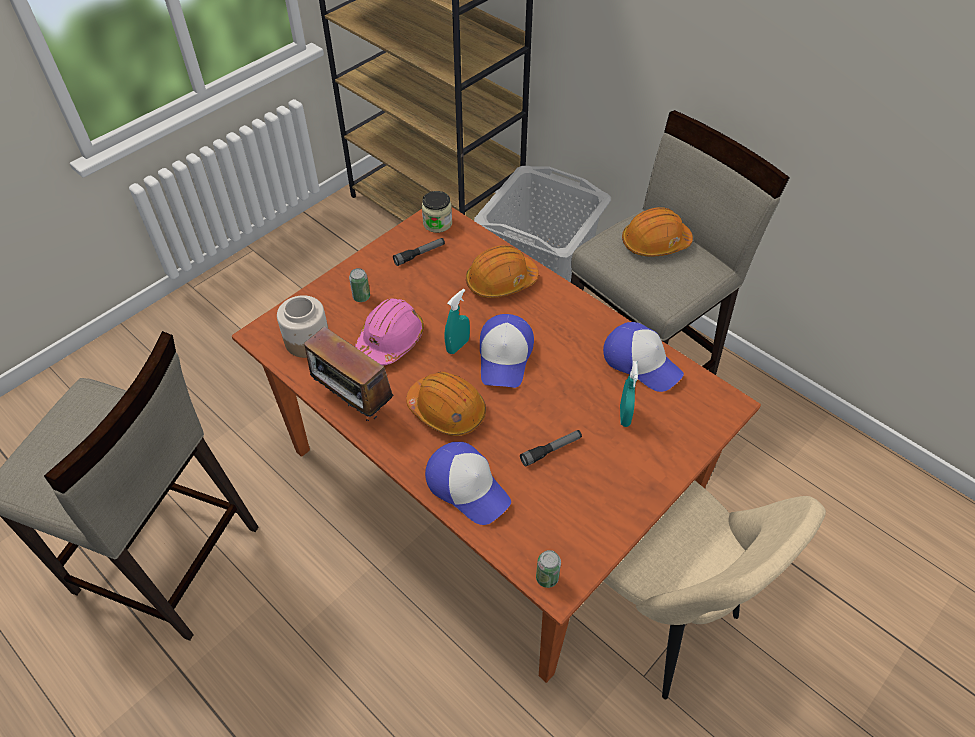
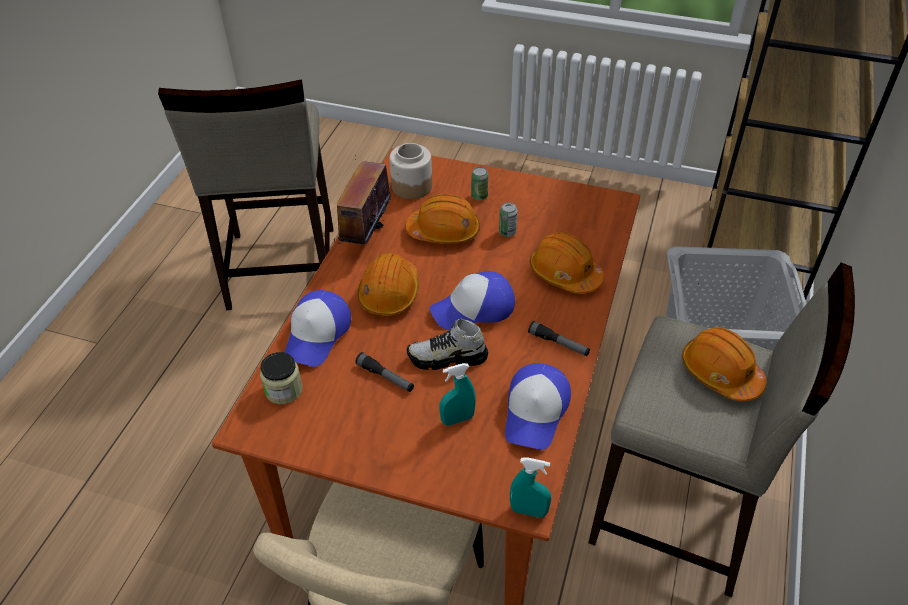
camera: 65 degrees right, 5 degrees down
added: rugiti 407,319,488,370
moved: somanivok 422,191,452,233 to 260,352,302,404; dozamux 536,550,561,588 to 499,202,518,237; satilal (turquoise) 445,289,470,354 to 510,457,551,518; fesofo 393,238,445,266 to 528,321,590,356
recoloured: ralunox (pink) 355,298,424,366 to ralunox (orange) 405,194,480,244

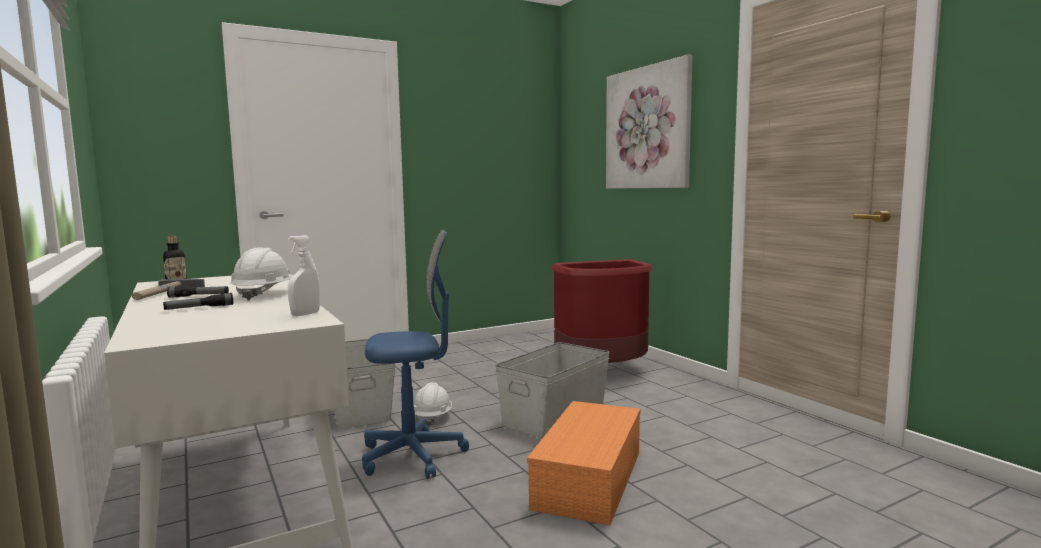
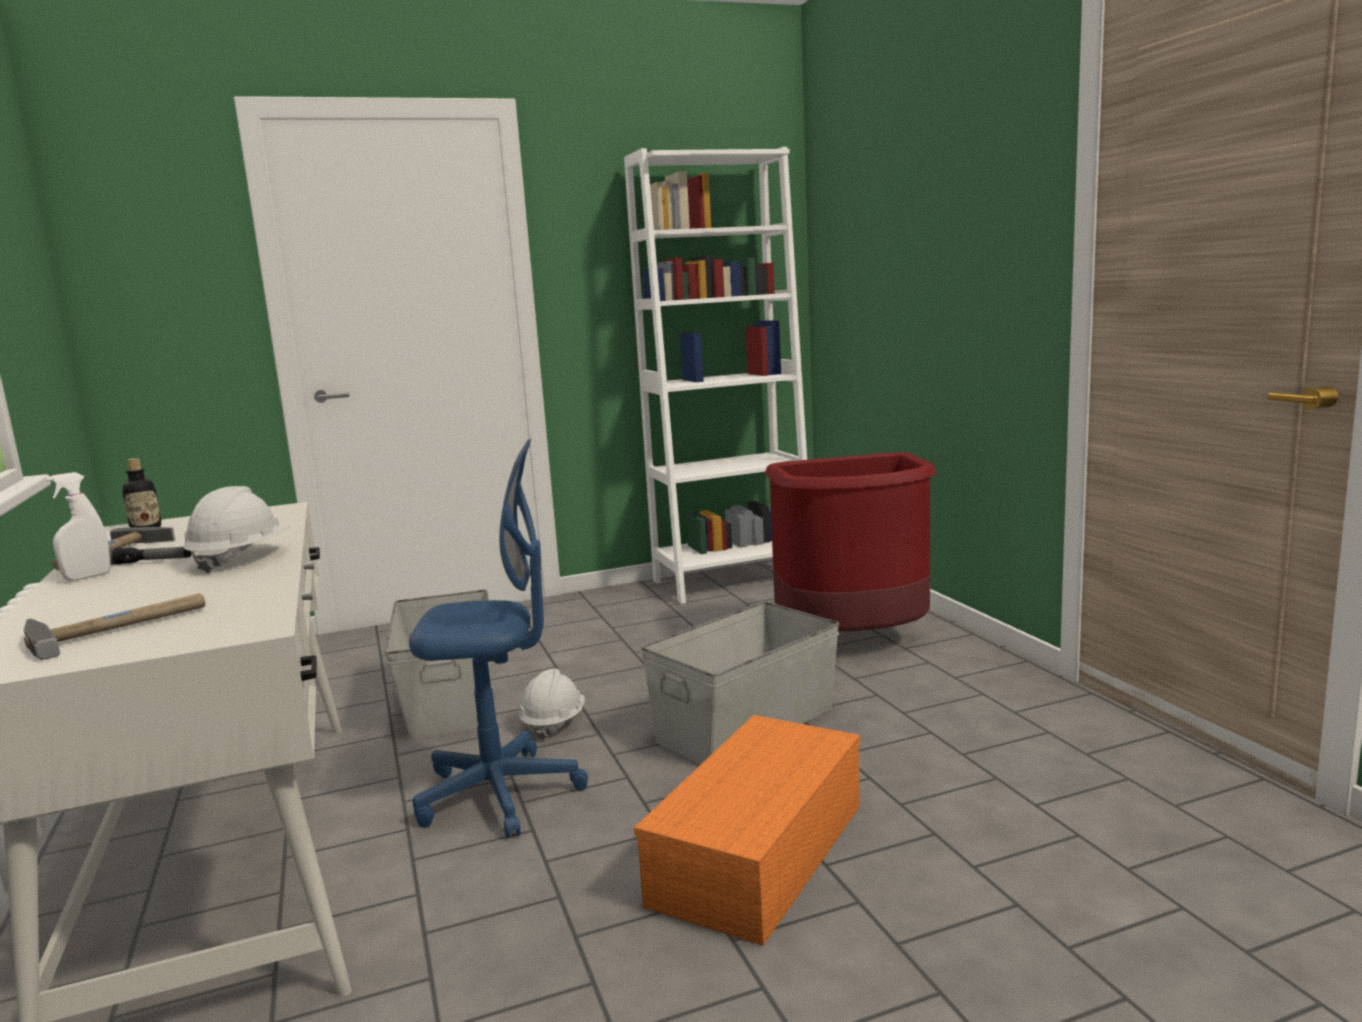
camera: 10 degrees right, 5 degrees up
removed: fesofo 163,293,233,310; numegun 606,55,693,189
added: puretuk 24,593,205,660; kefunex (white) 624,147,807,604
moved: satilal (white) 288,235,320,316 to 46,472,110,581

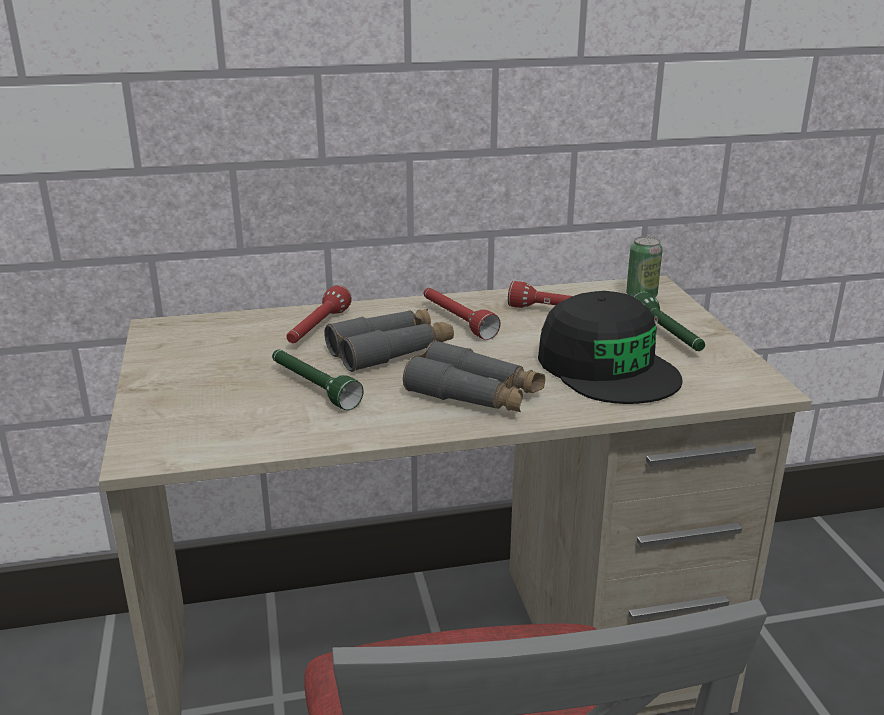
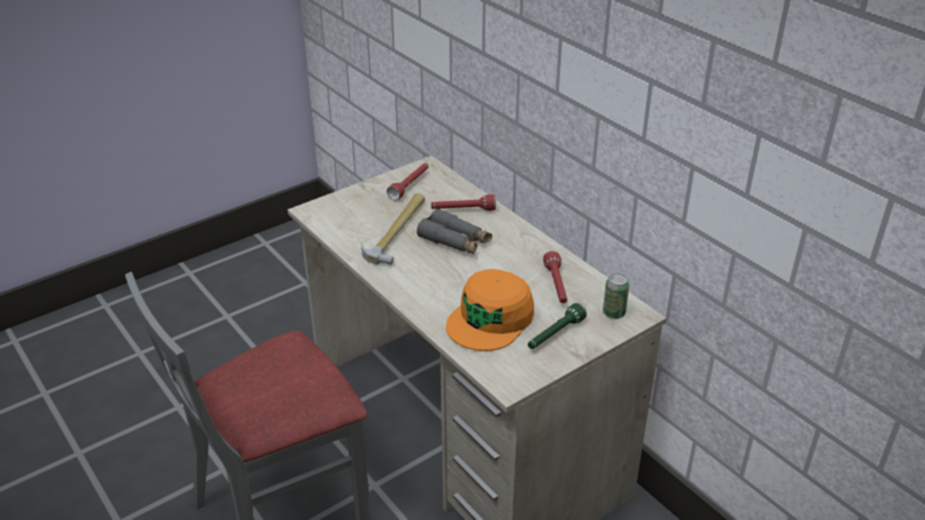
camera: 65 degrees right, 10 degrees up
removed: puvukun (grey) 403,340,545,412
moved: fesofo (red) 424,288,501,340 to 387,163,428,200
replaced: fesofo (green) 272,350,364,410 to puretuk 361,193,425,265
recoloured: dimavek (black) 538,291,683,404 to dimavek (orange) 446,269,534,351

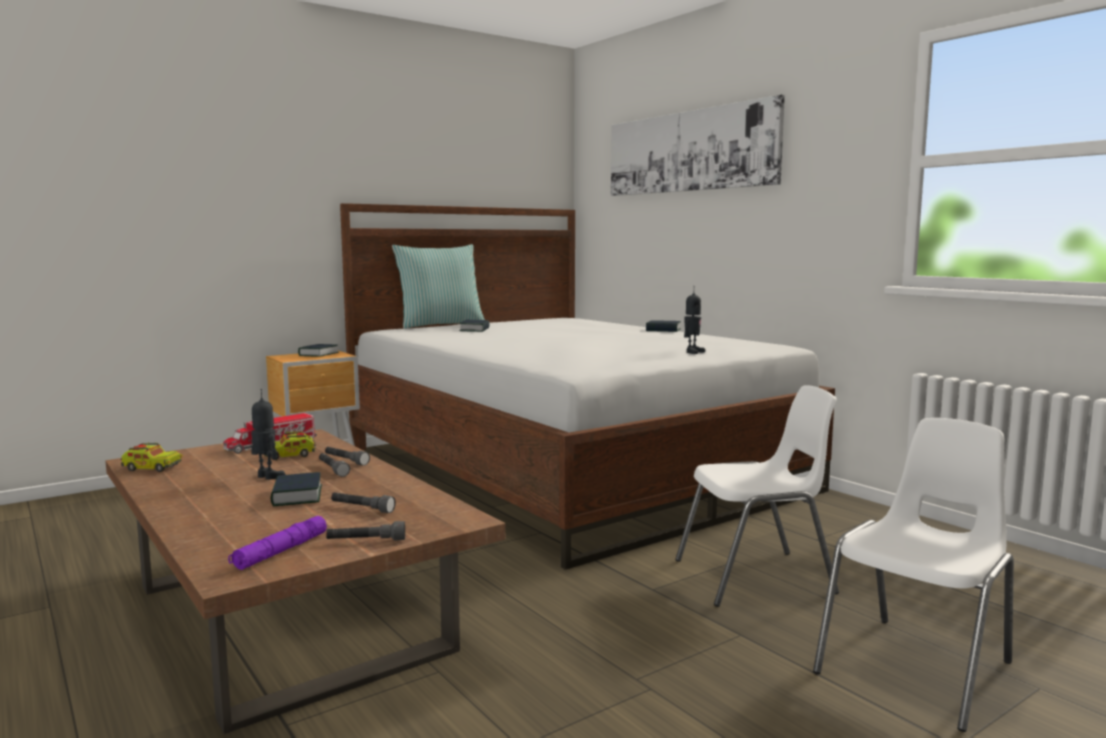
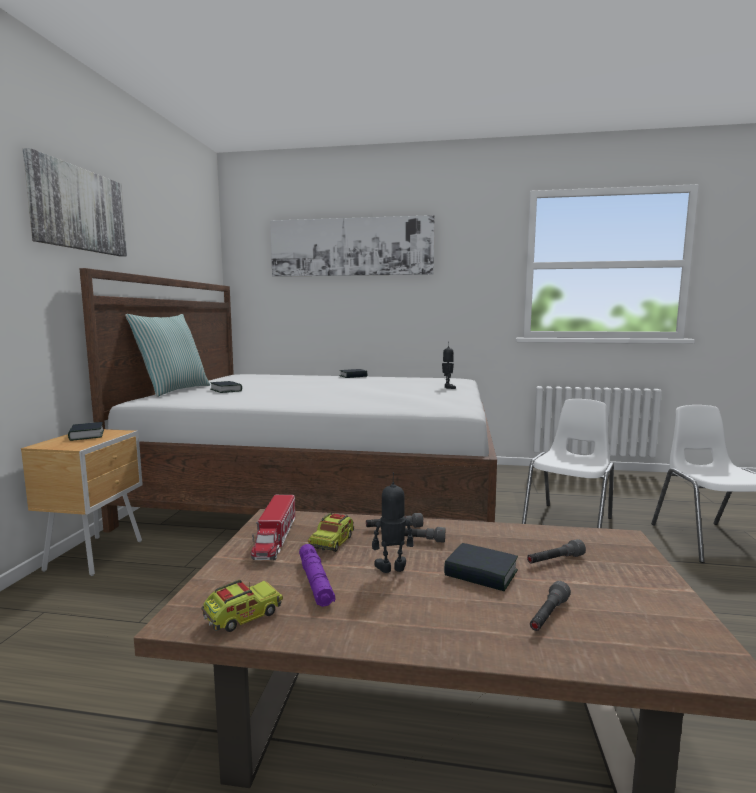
camera: 45 degrees left, 0 degrees up
added: numegun 23,148,127,257
moved: fesofo (purple) 228,516,327,570 to 299,544,335,607; fesofo (grey) 326,521,405,541 to 530,581,571,631

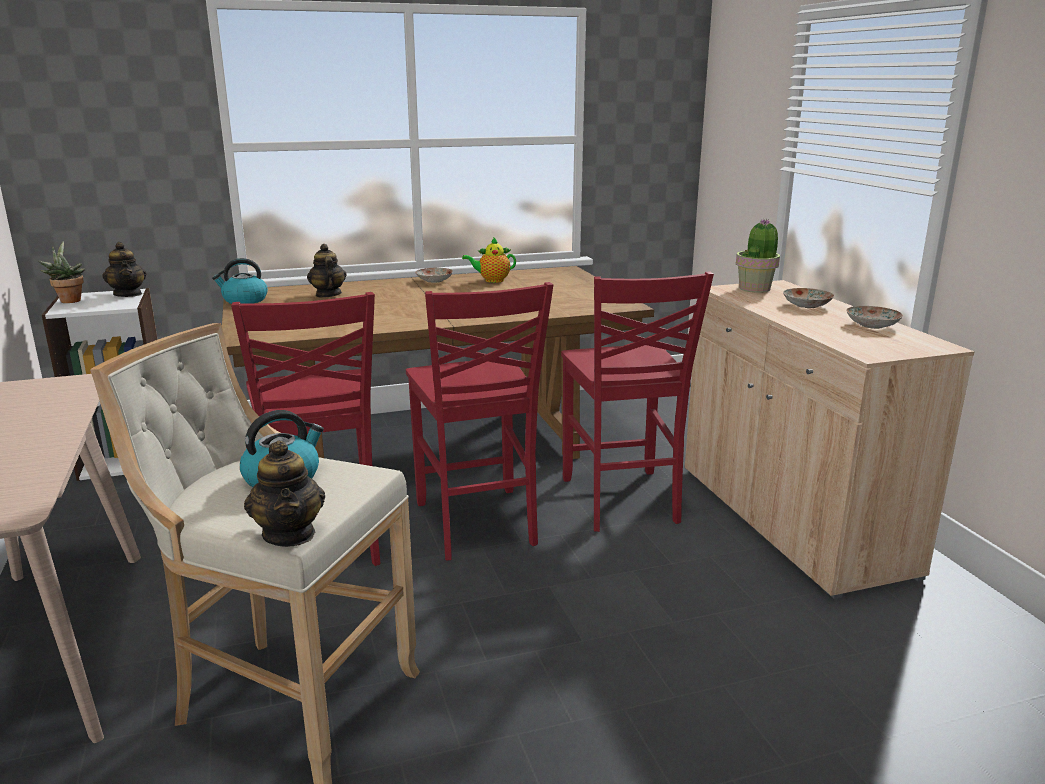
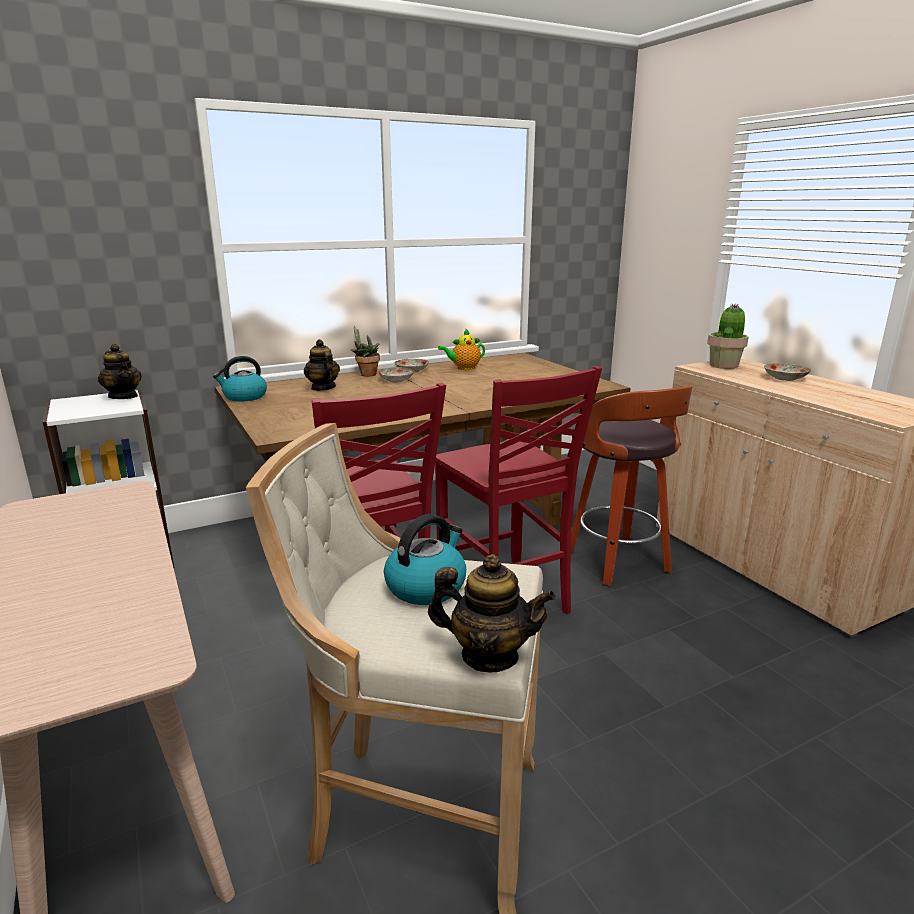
camera: 10 degrees left, 0 degrees up
moved: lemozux 38,241,85,303 to 350,326,380,377; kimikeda 846,306,903,329 to 378,367,414,382
replaced: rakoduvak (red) 561,272,714,532 to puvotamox 571,385,692,586
turned: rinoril 244,441,325,547 = 428,554,556,672 45 degrees counterclockwise

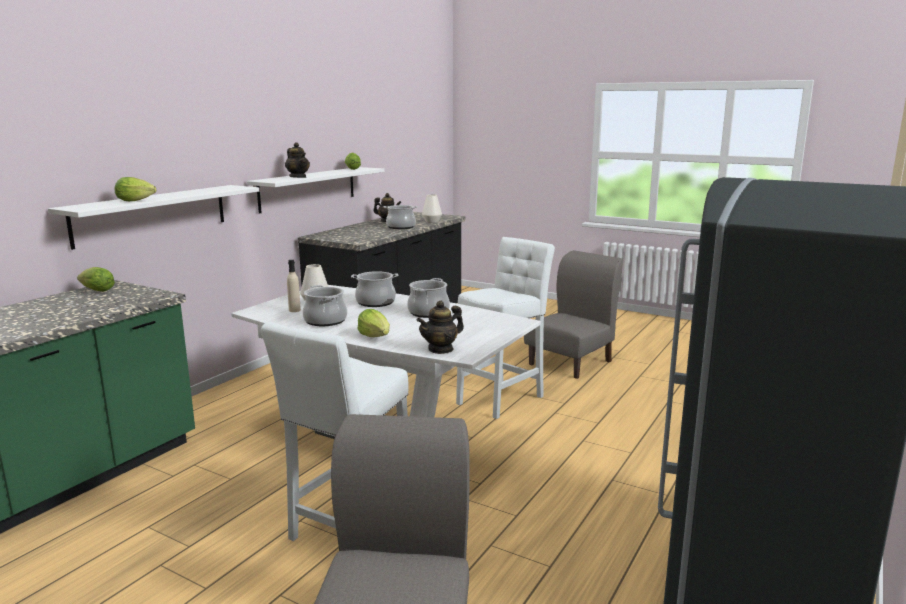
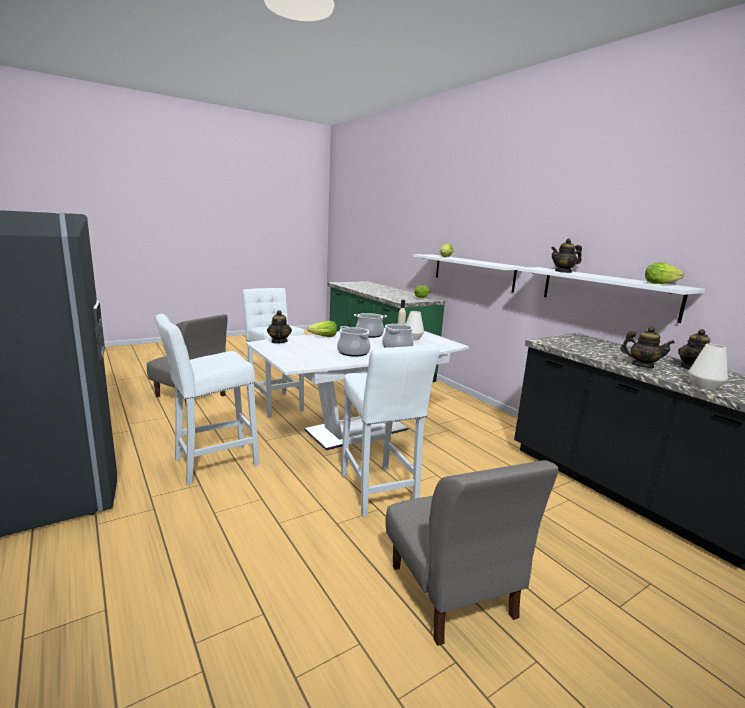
camera: 115 degrees right, 0 degrees up
added: puvotamox (white) 156,314,259,485
replaced: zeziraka 384,205,418,229 to rinoril 620,326,675,368

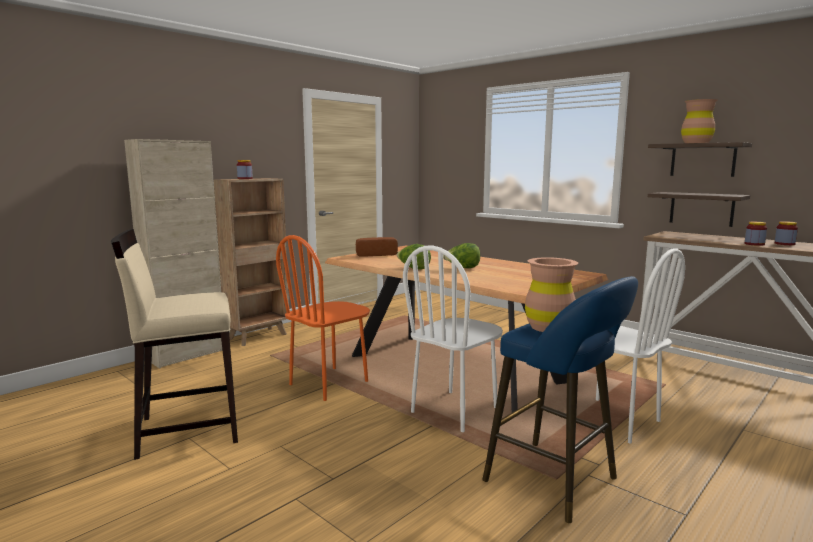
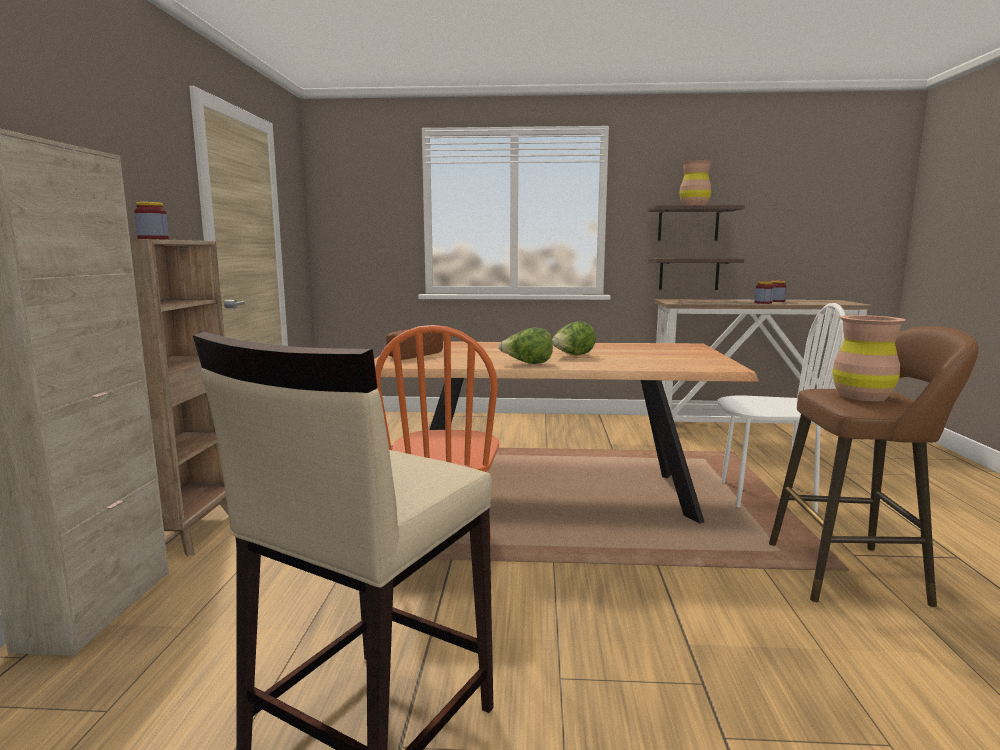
camera: 40 degrees left, 0 degrees up
removed: rakoduvak (white) 403,246,503,432
recoloured: puvotamox (blue) 482,276,638,523 to puvotamox (brown) 769,326,979,607

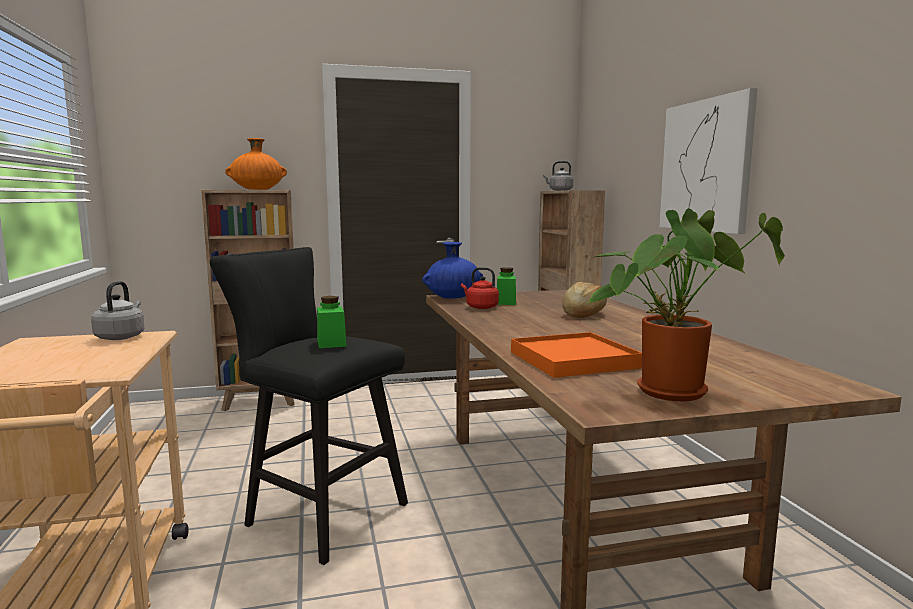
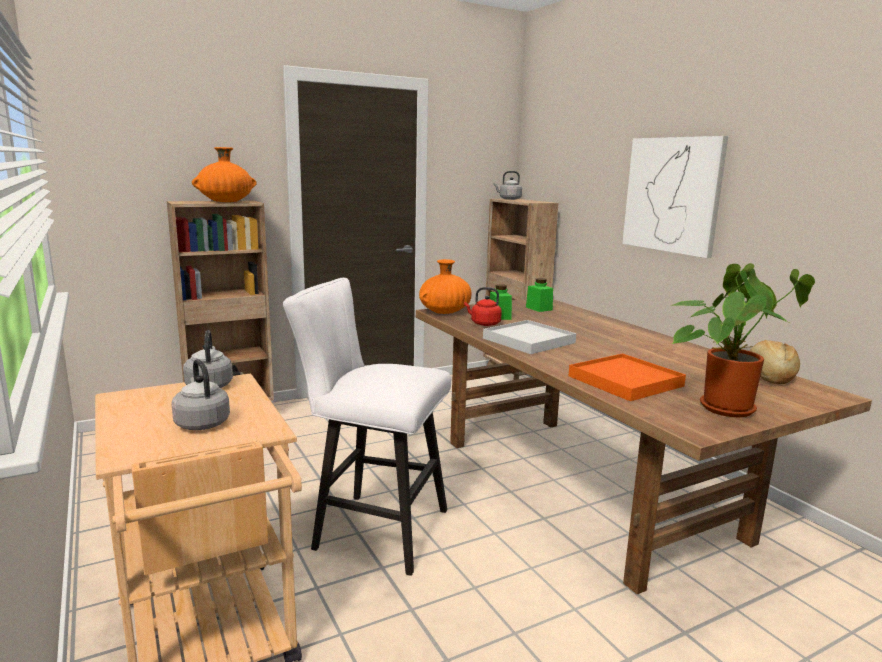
camera: 15 degrees left, 5 degrees up
added: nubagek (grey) 171,359,230,430; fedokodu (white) 483,320,576,354
moved: somanivok (green) 317,296,347,348 to 526,278,553,312; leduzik 562,282,607,318 to 750,340,800,384
recoloured: puvotamox (black) 210,247,408,565 to puvotamox (white) 283,278,451,576; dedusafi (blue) 422,242,483,299 to dedusafi (orange) 419,259,472,314

